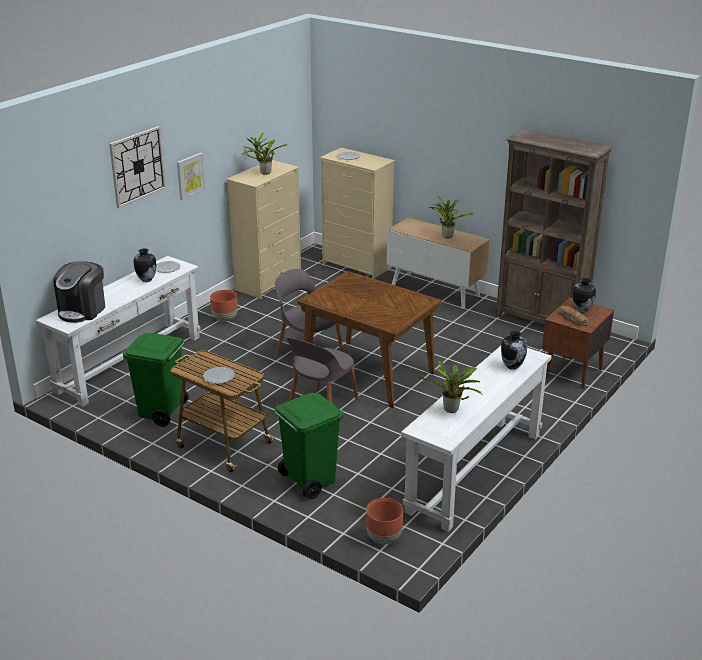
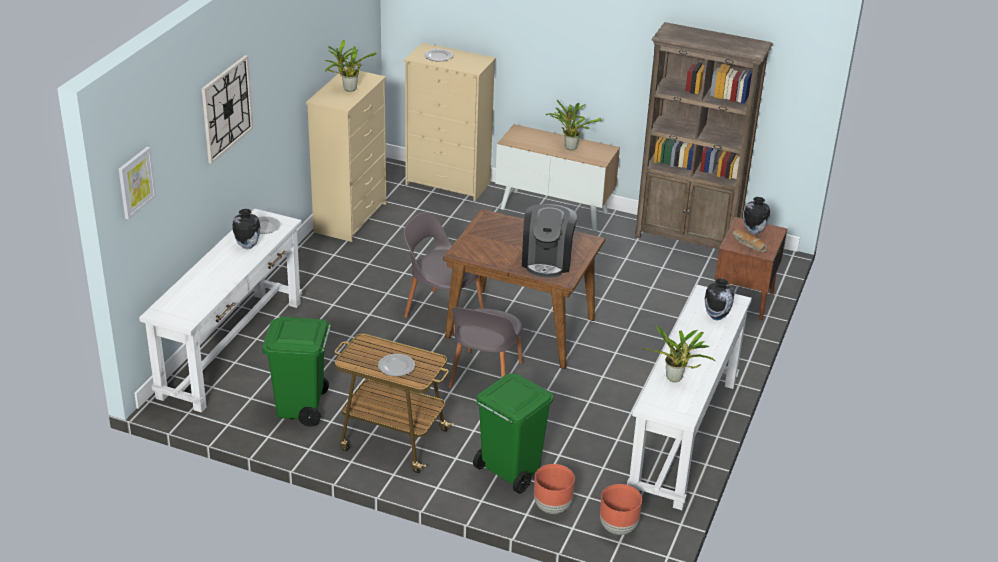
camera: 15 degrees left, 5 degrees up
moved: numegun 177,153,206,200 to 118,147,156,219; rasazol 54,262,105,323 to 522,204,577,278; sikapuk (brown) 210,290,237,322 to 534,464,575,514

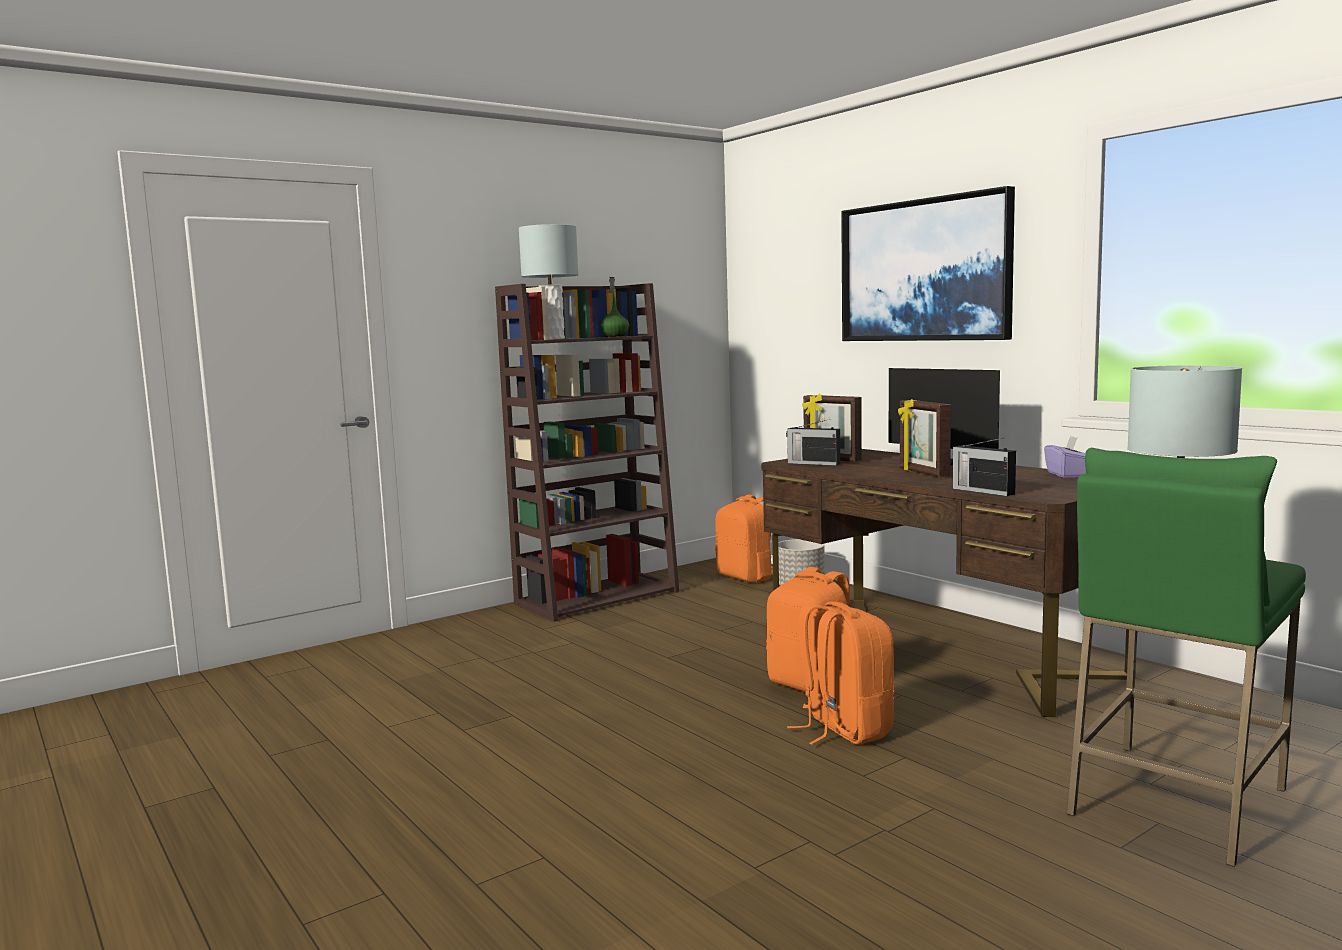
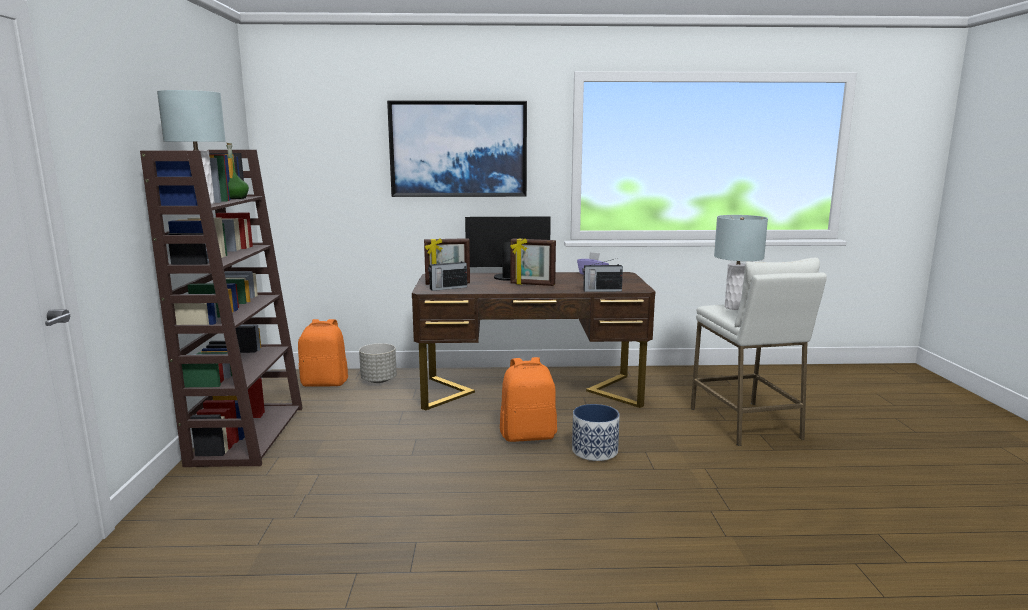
camera: 55 degrees left, 5 degrees up
replaced: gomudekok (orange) 787,601,895,745 to sikapuk 572,404,620,461
recoloured: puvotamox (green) 1067,448,1306,867 to puvotamox (white) 691,258,827,446

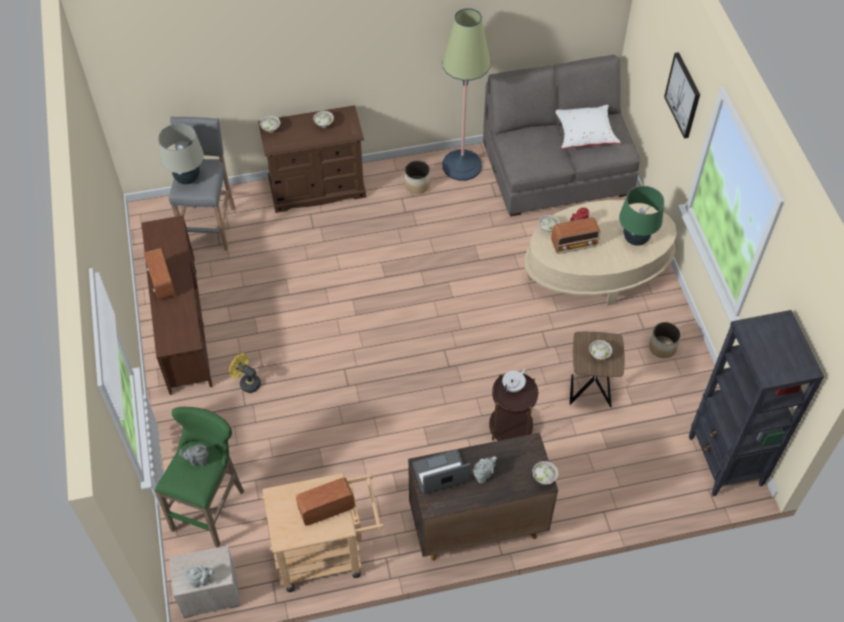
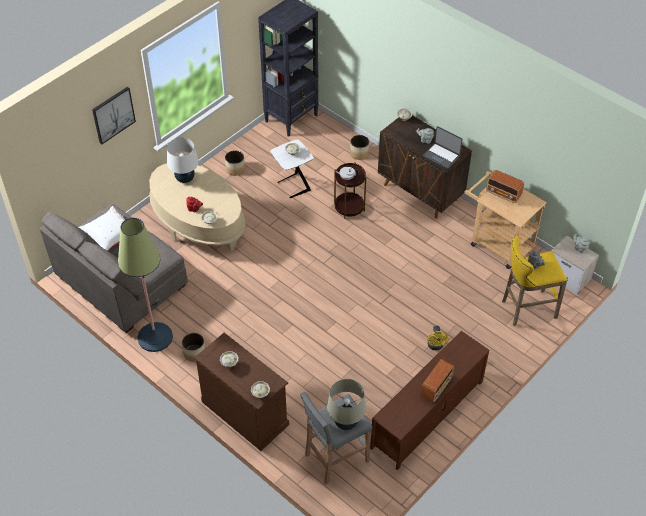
camera: 125 degrees left, 5 degrees down
removed: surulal 551,217,600,254
added: sikapuk 350,135,369,160
recoloured: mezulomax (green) 619,186,664,246 to mezulomax (white) 167,138,199,183; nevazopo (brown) 570,332,625,407 to nevazopo (white) 270,139,314,198; puvotamox (green) 155,407,244,548 to puvotamox (yellow) 502,235,567,327

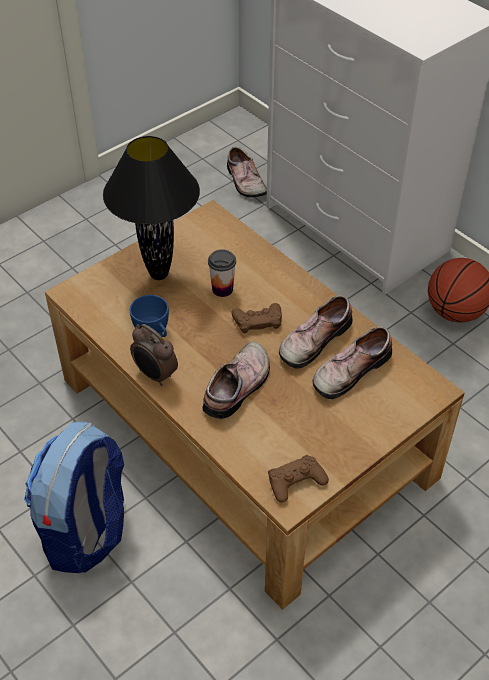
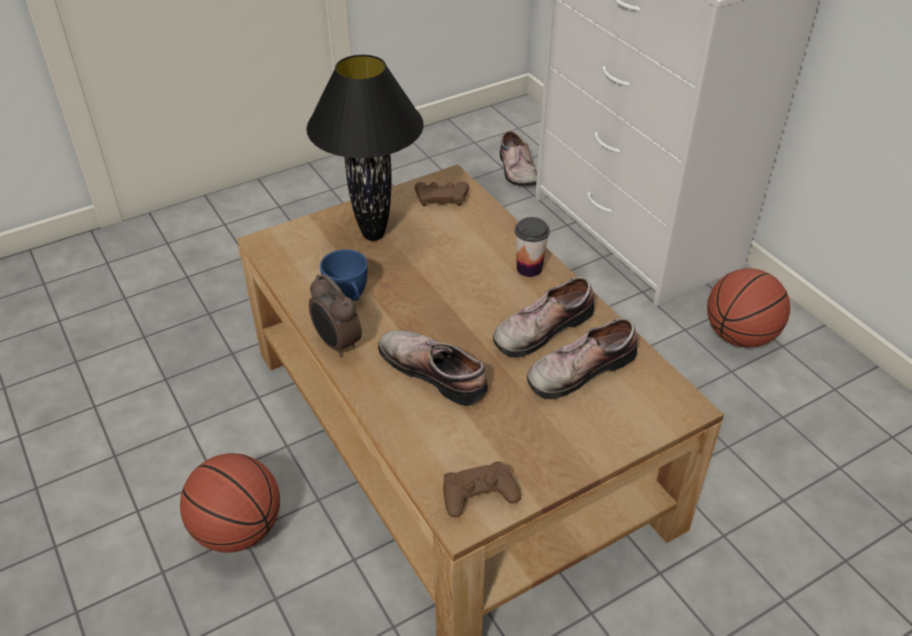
camera: 10 degrees right, 5 degrees down
moved: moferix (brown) 231,303,282,333 to 415,181,469,206; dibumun 208,249,236,297 to 515,217,550,277
replaced: gomudekok 24,421,125,573 to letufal 180,453,280,553
turned: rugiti 202,342,270,419 = 378,330,488,406 90 degrees counterclockwise

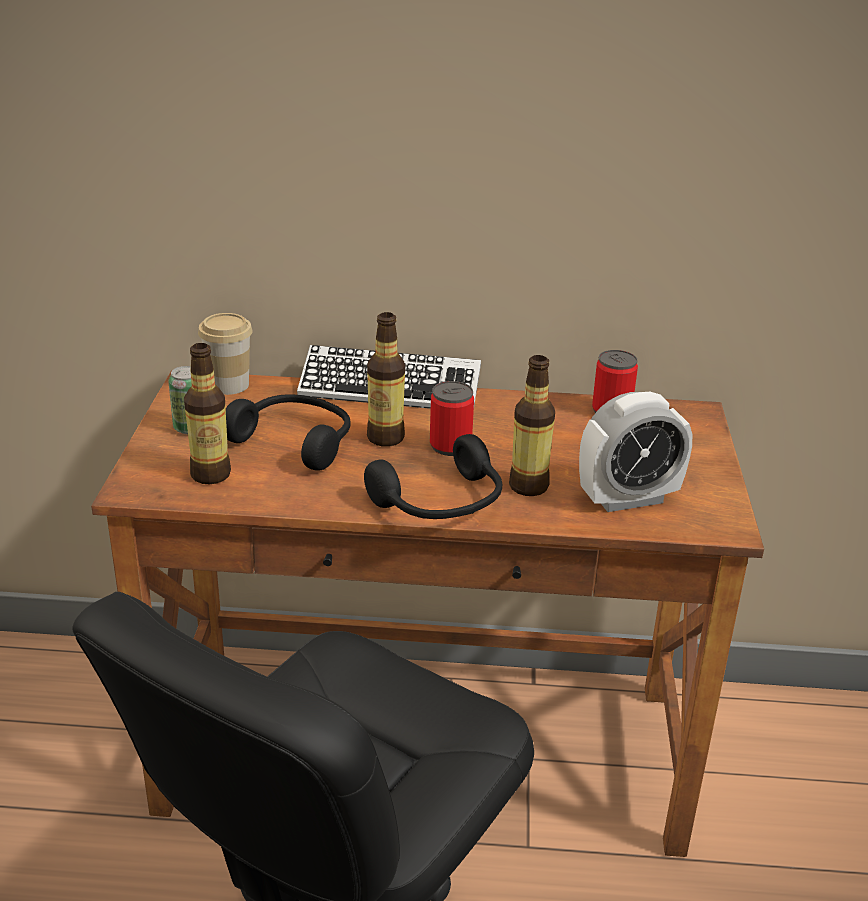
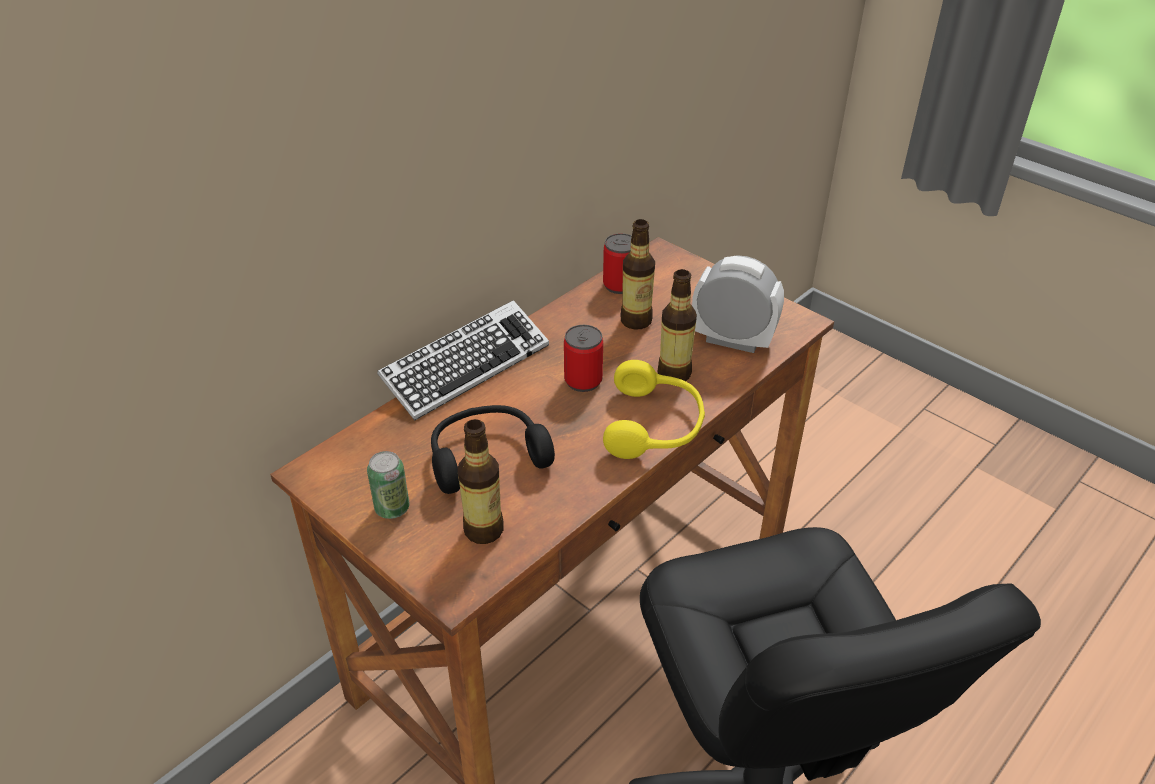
camera: 50 degrees left, 10 degrees up
removed: dibumun 198,313,253,395
moved: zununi 367,312,405,447 to 620,219,655,330
recoloured: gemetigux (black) 364,434,502,519 to gemetigux (yellow) 603,360,705,459
turned: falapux 579,392,692,512 = 692,255,784,353 90 degrees counterclockwise

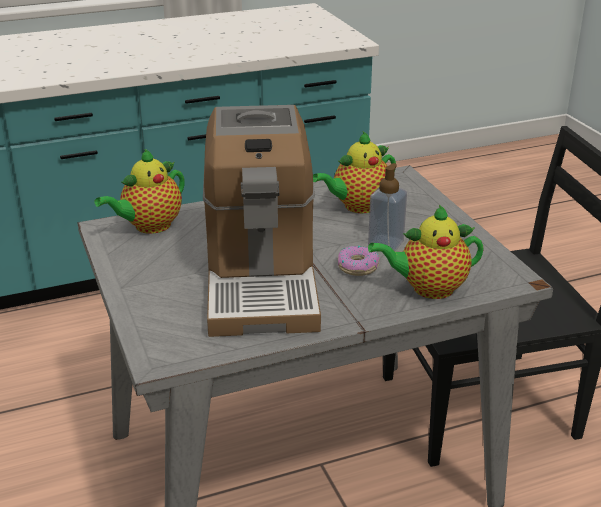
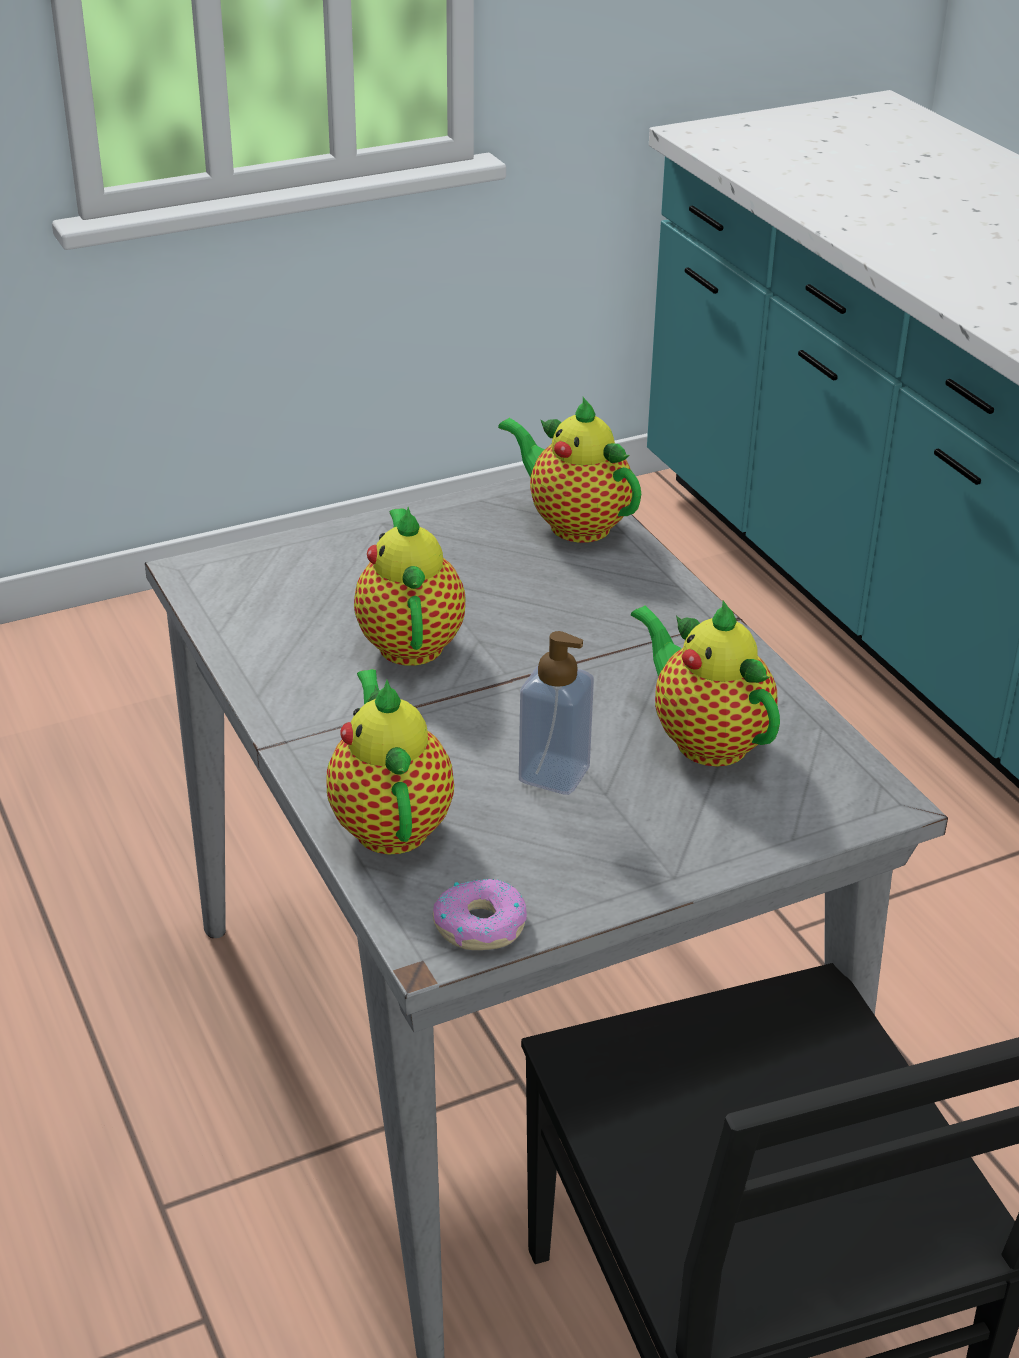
camera: 85 degrees right, 5 degrees up
moved: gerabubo 338,246,380,276 to 433,879,527,950
replaced: rasazol 203,105,321,337 to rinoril 354,507,465,666

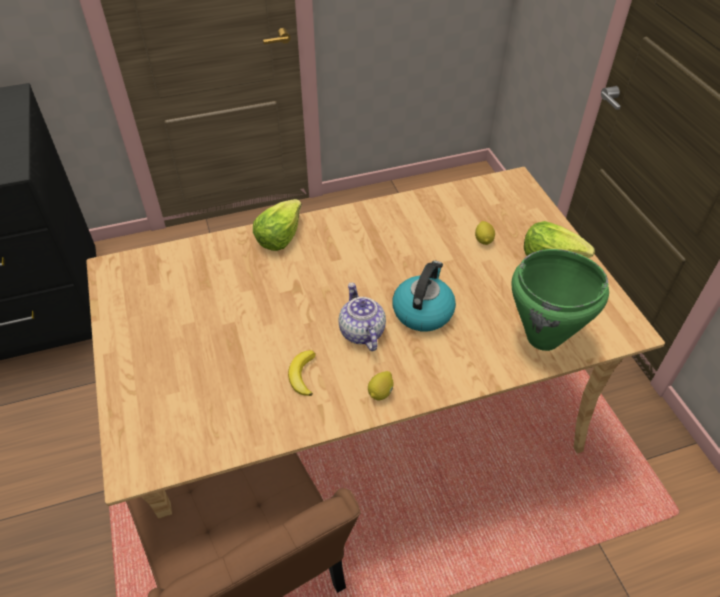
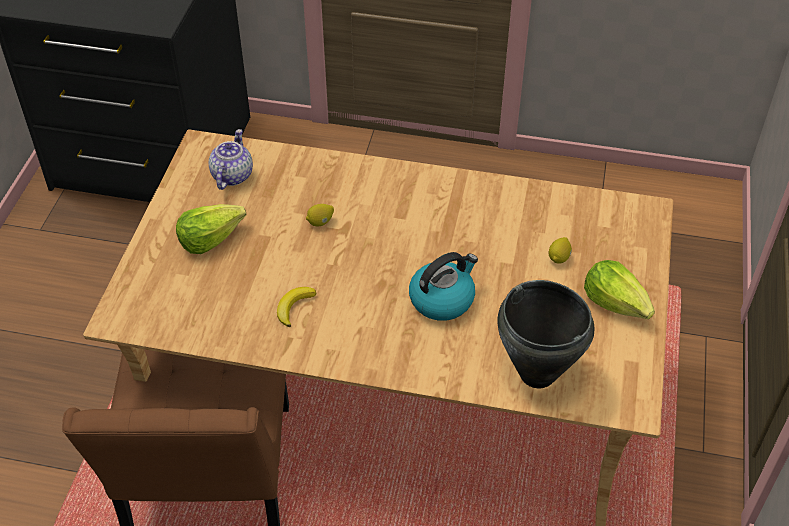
camera: 30 degrees right, 0 degrees up
moved: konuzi 253,199,302,251 to 176,204,246,254; rinoril 339,283,386,351 to 209,129,253,190; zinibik 368,371,394,400 to 306,204,334,226
recoloured: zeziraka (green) 512,249,609,351 to zeziraka (black) 497,280,594,388

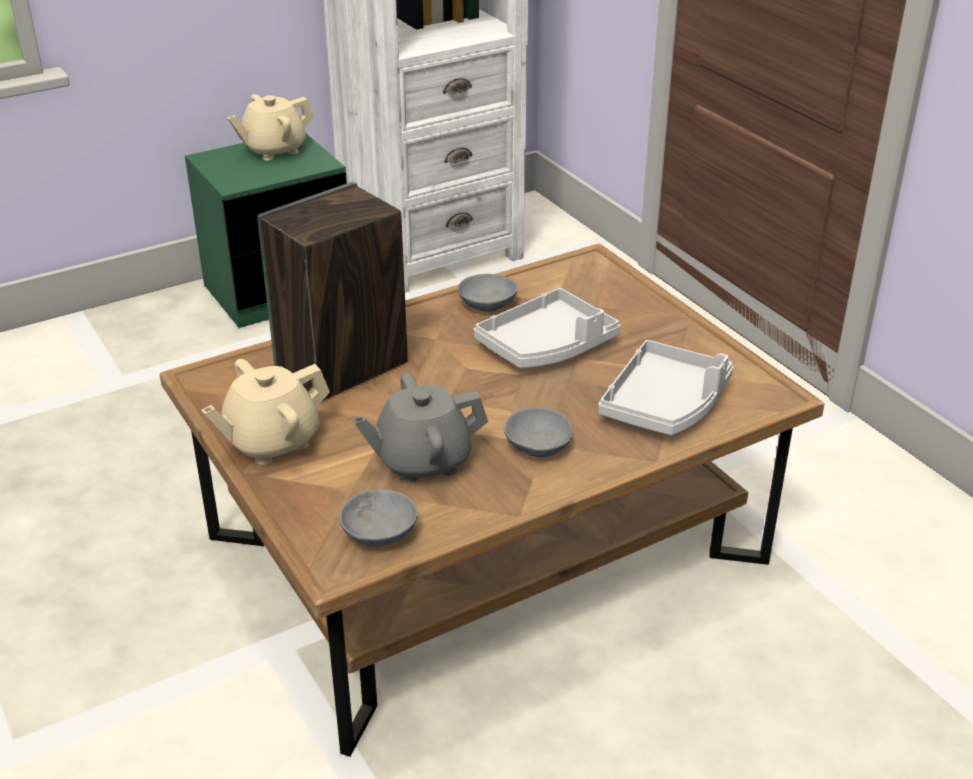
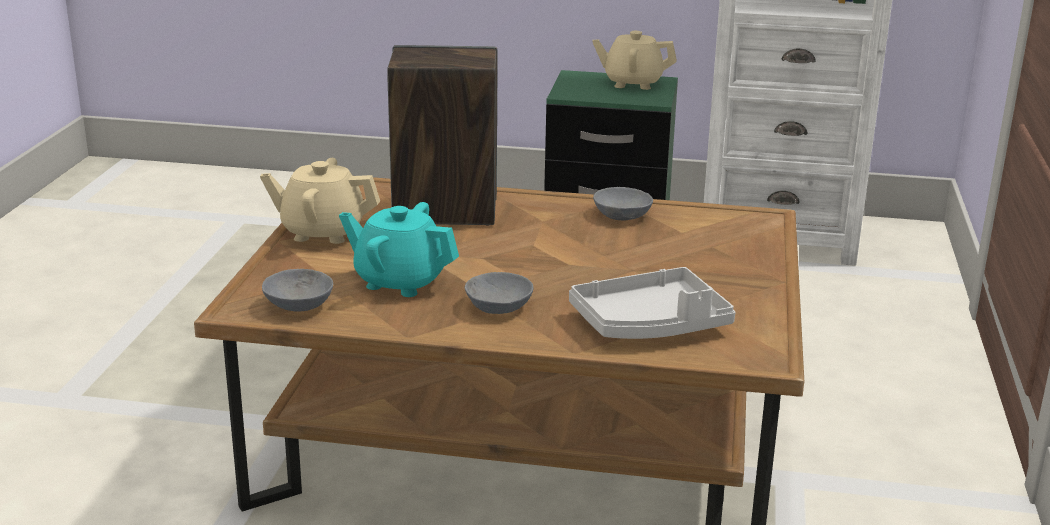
camera: 40 degrees right, 10 degrees down
removed: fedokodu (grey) 474,288,620,368
recoloured: rinoril (grey) 353,373,488,483 to rinoril (turquoise) 339,202,459,297

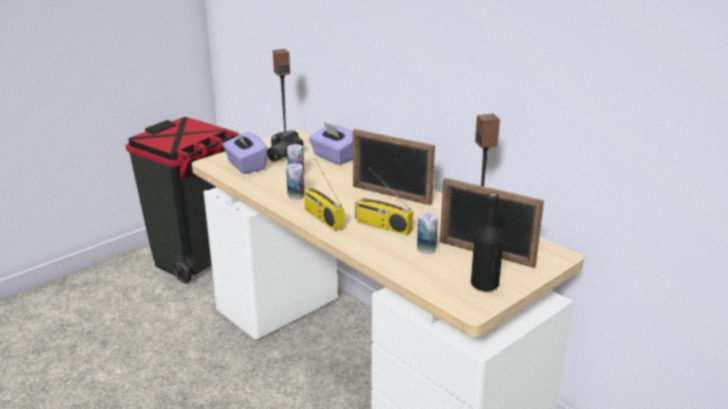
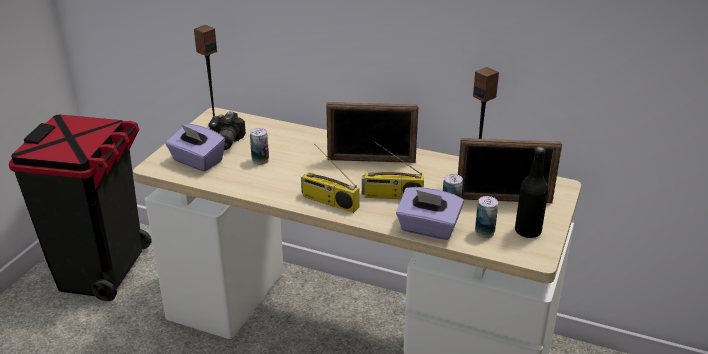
camera: 25 degrees left, 5 degrees up
moved: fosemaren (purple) 309,122,353,165 to 396,187,464,240; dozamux 286,163,304,200 to 475,196,498,238

